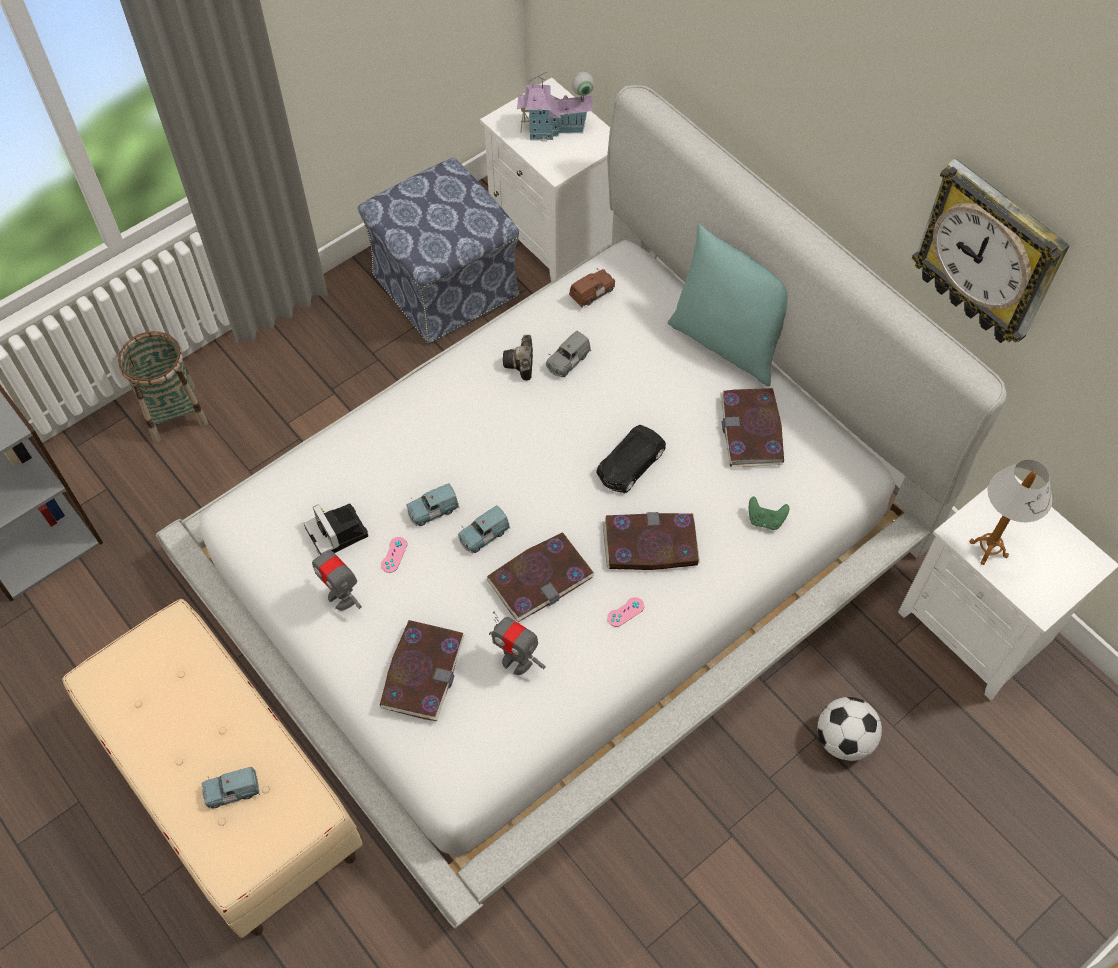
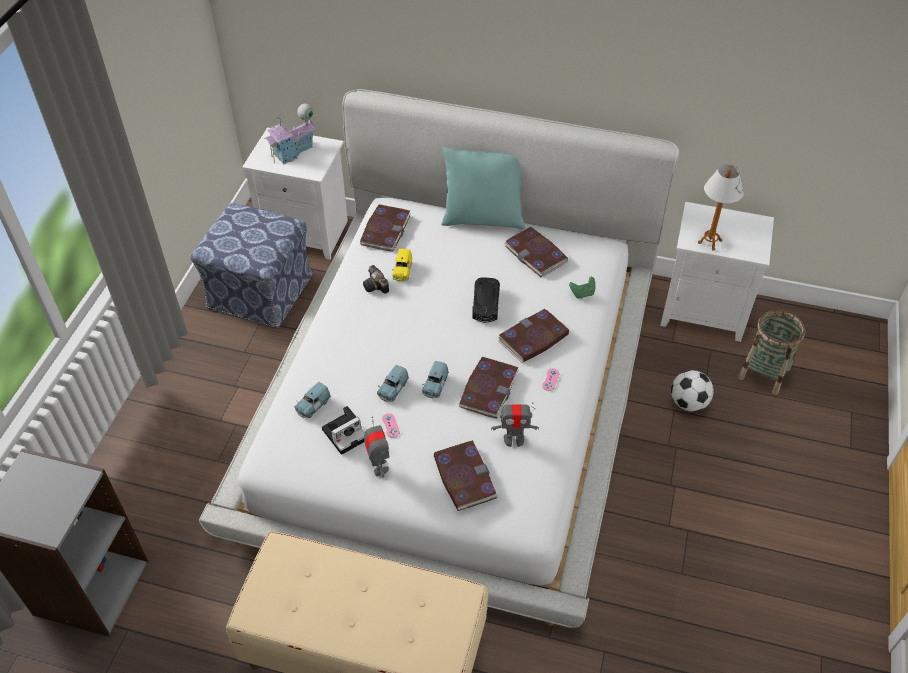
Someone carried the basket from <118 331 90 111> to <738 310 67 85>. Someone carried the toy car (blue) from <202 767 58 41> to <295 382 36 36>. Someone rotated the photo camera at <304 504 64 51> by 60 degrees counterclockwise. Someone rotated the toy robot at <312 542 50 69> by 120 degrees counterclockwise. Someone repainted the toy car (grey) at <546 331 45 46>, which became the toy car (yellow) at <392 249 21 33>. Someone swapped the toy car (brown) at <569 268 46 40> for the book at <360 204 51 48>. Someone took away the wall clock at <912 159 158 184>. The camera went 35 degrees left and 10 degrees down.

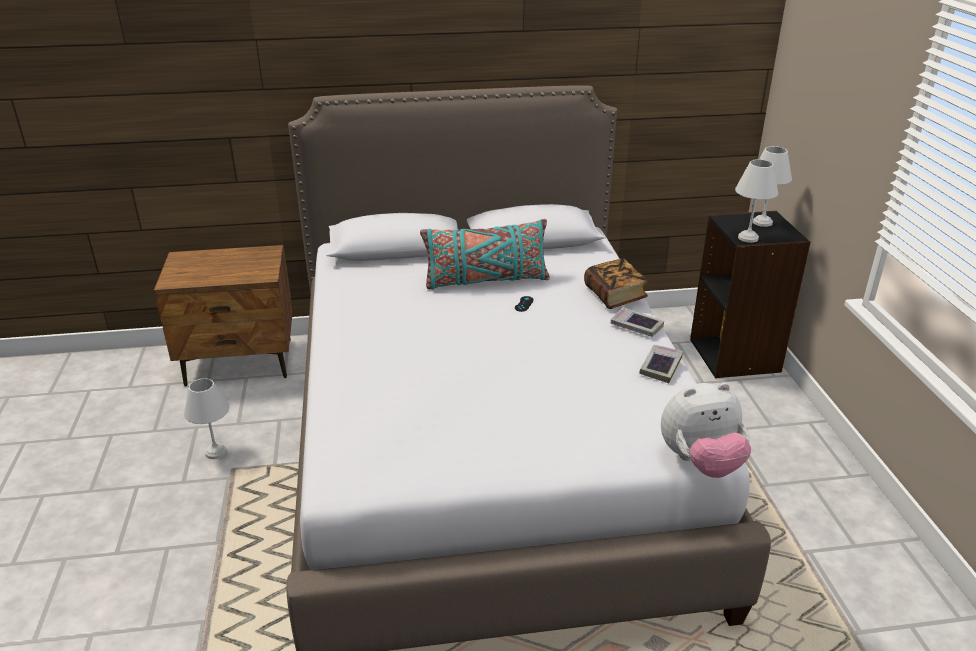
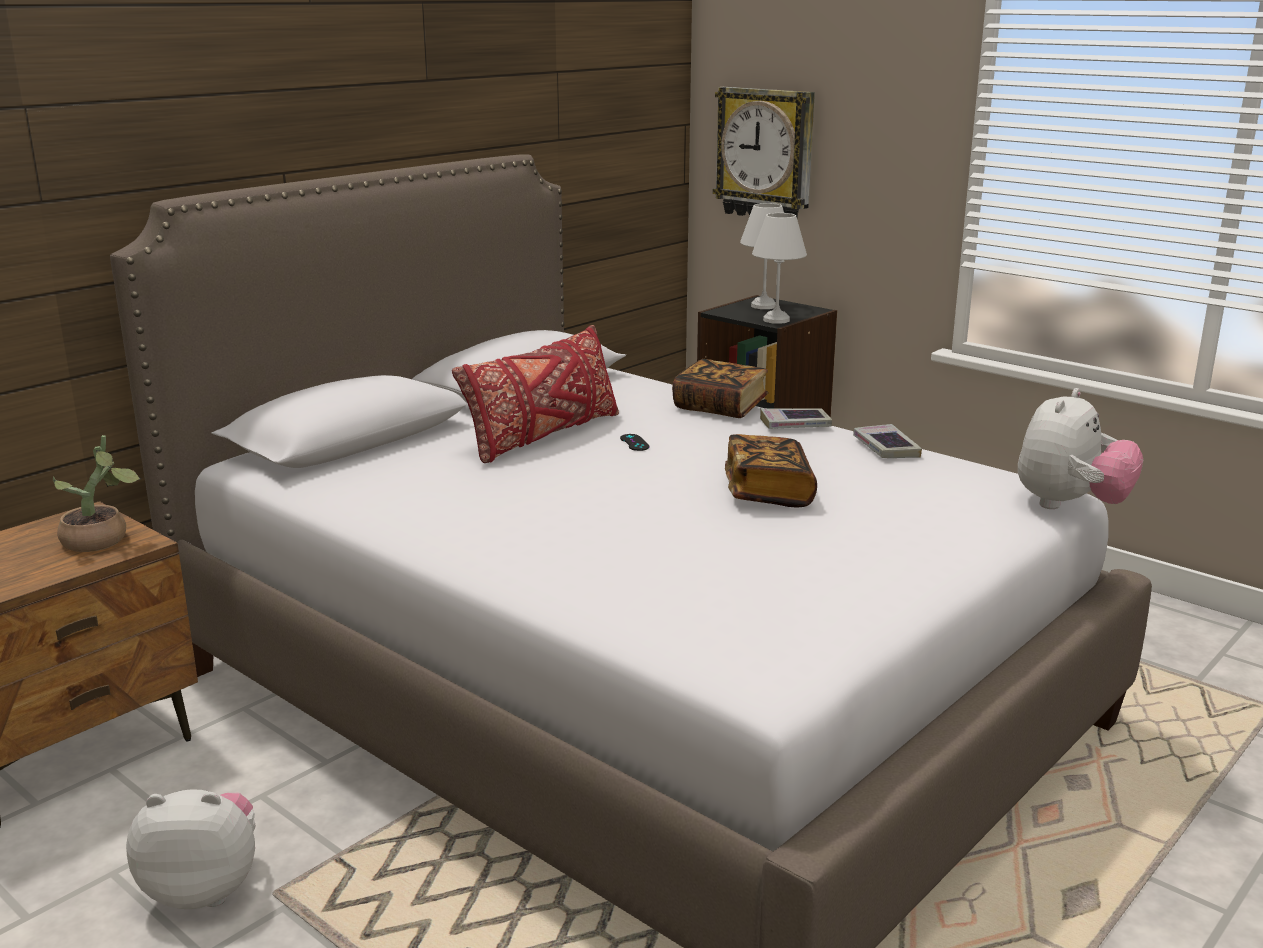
Someone swapped the table lamp (white) at <184 378 45 81> for the plush toy at <126 789 130 120>. Someone repainted the pillow (turquoise) at <420 219 130 71>, which became the pillow (red) at <452 325 167 138>. Someone put down the potted plant at <53 435 88 117>. Someone put up the wall clock at <713 87 102 130>. Someone put down the book at <725 434 92 73>. The camera went 40 degrees left and 10 degrees down.

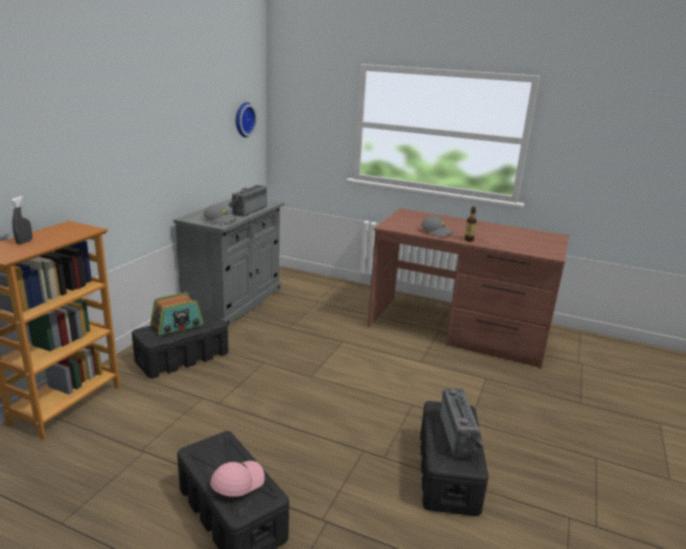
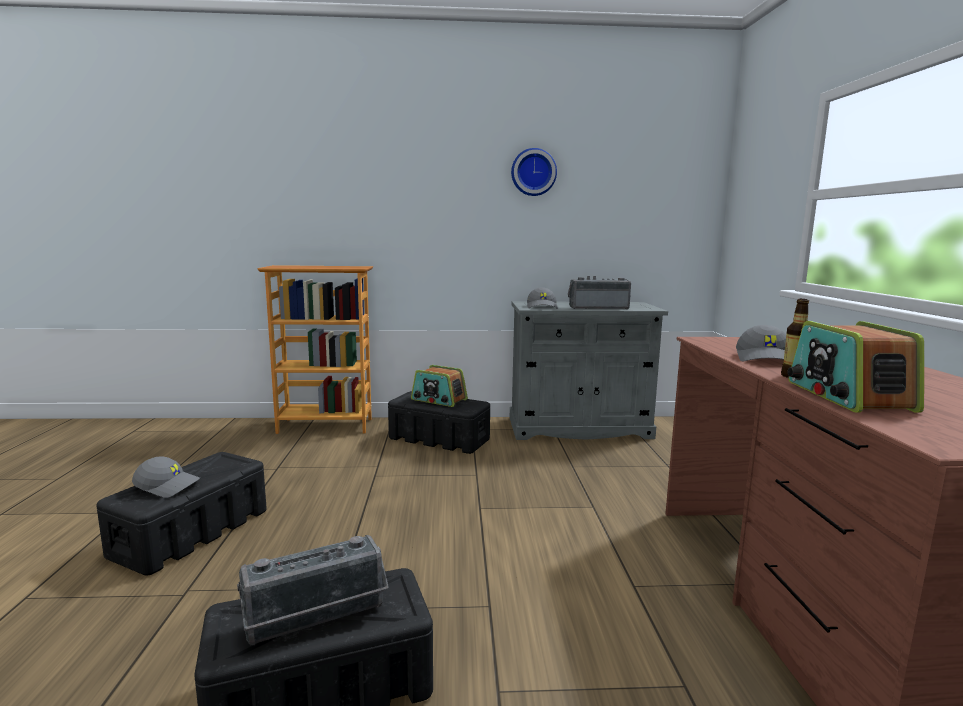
Someone took away the spray bottle (grey) at <11 196 21 49>. Someone repainted the cap (pink) at <210 461 55 36>, which became the cap (grey) at <132 457 68 41>. Someone carried the wall clock from <236 102 21 35> to <511 148 46 48>. Someone put down the radio at <788 321 136 92>. The camera went 65 degrees right and 10 degrees down.

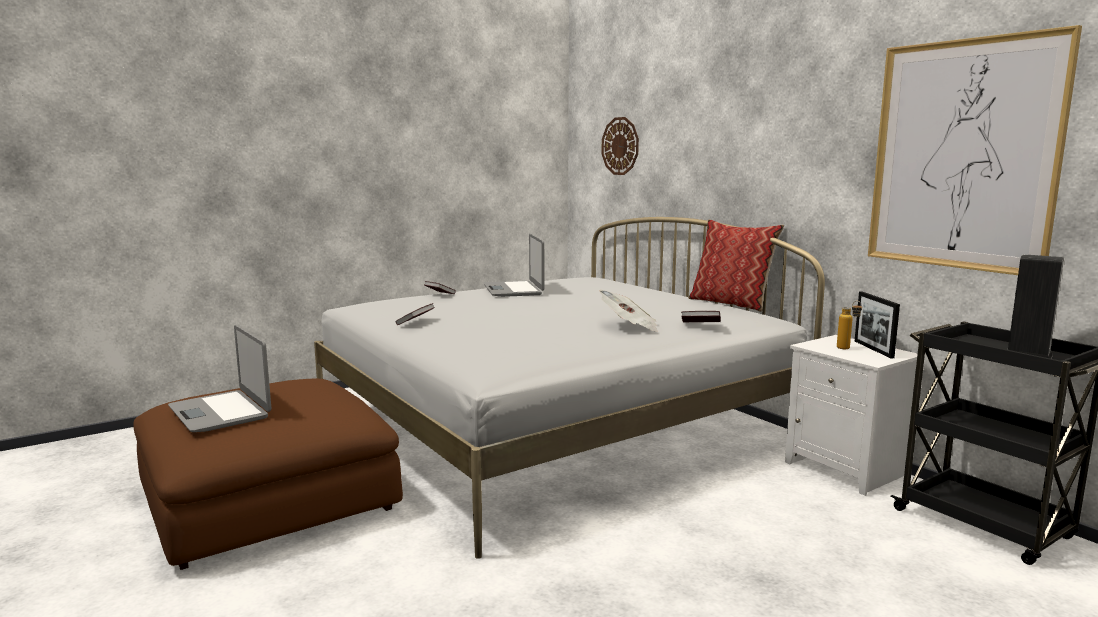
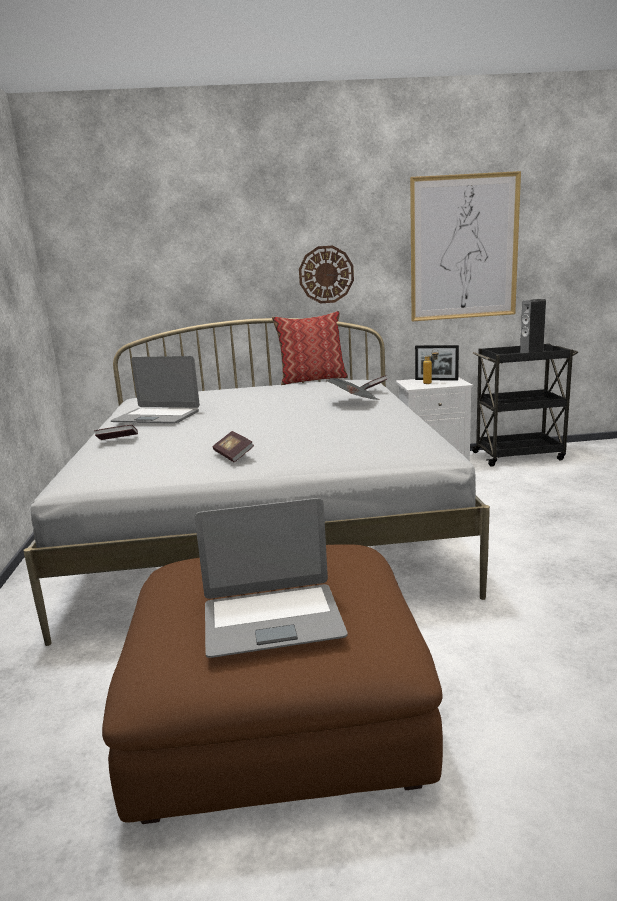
Someone carried the wall clock from <601 117 38 58> to <299 246 55 57>. The camera went 60 degrees left and 5 degrees up.

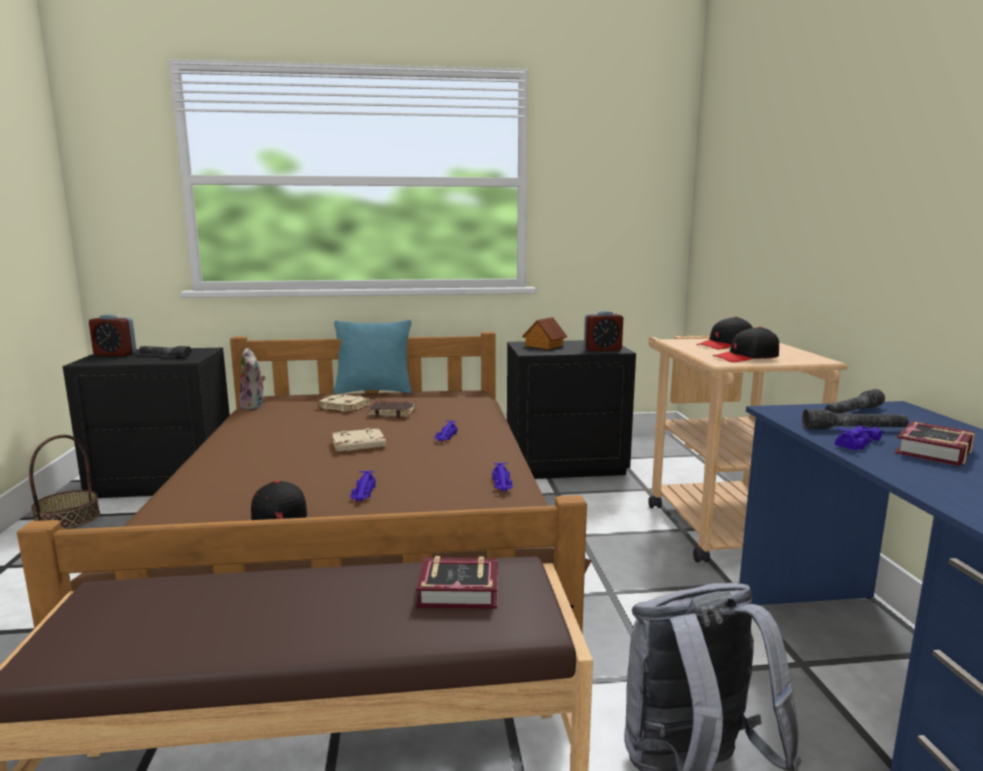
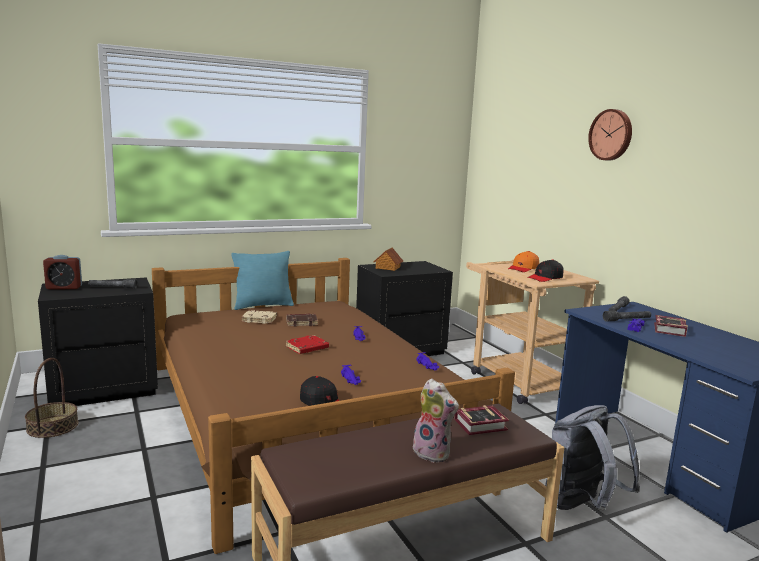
Someone carried the plush toy from <239 348 27 62> to <413 379 46 84>. Someone repainted the book (beige) at <332 428 54 24>, which became the book (red) at <285 335 44 19>. Someone took away the alarm clock at <584 311 39 40>. Someone repainted the cap (black) at <697 317 56 32>, which became the cap (orange) at <508 251 31 21>. Someone put up the wall clock at <588 109 44 51>. The camera went 20 degrees left and 0 degrees up.

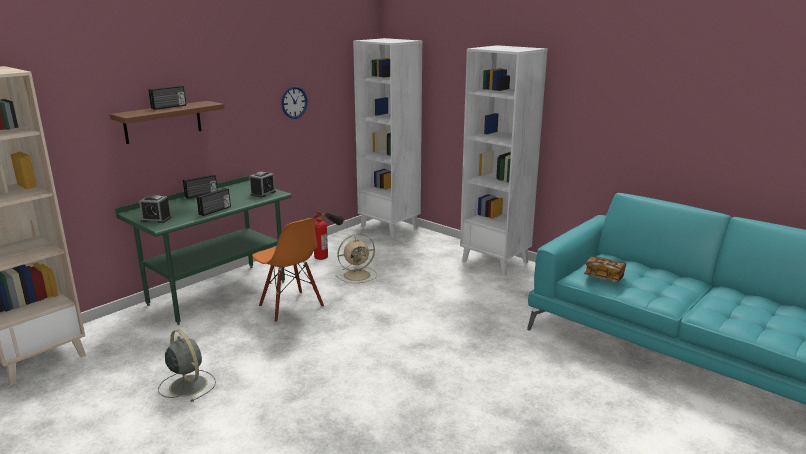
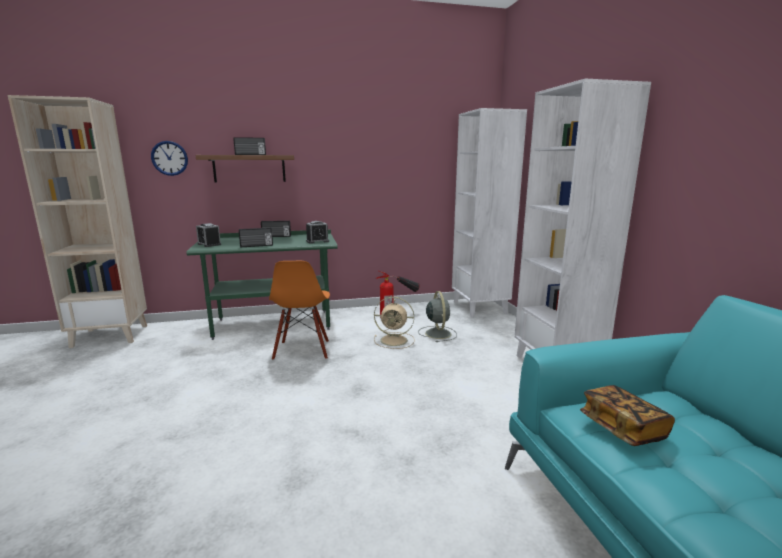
Someone carried the fan (grey) from <158 329 58 73> to <418 291 39 51>. Someone carried the wall clock from <281 86 26 33> to <151 141 37 35>. The camera went 35 degrees right and 5 degrees down.

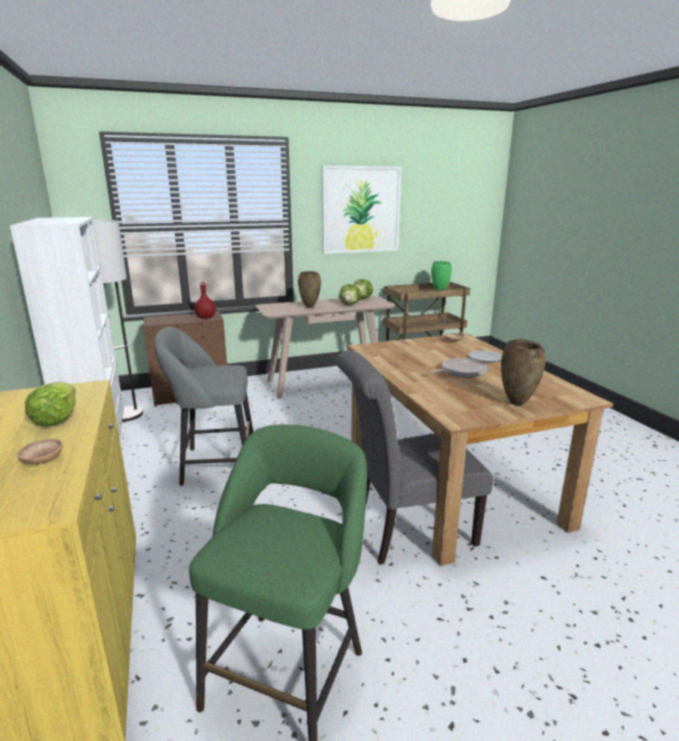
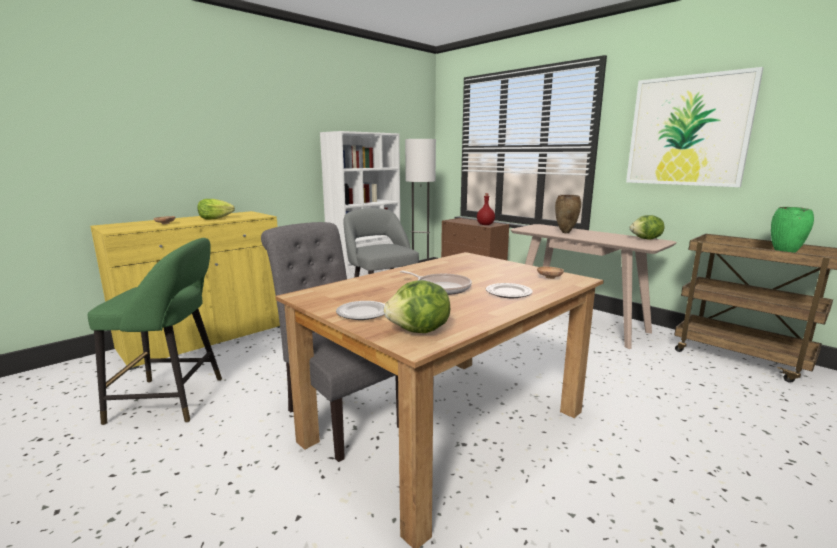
Someone carried the lettuce from <340 284 22 21> to <384 280 66 53>. Someone swapped the vase (brown) at <501 339 45 67> for the plate at <336 301 49 19>. The camera went 65 degrees right and 5 degrees down.

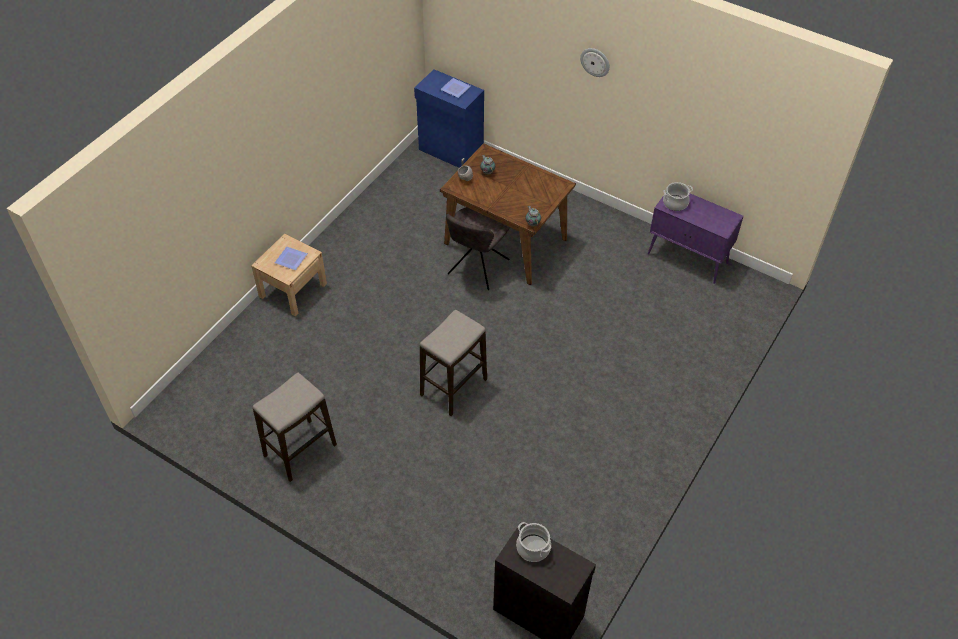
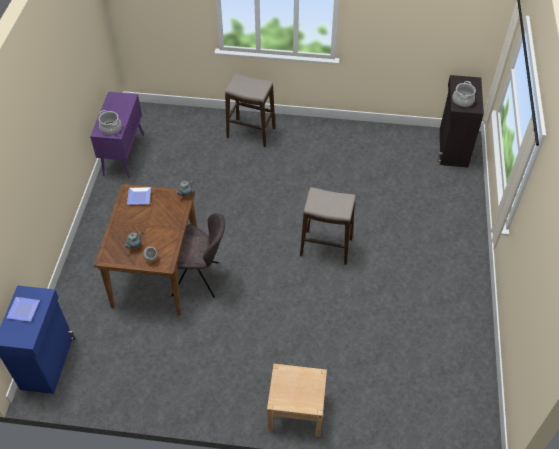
Someone carried the stool from <253 373 84 109> to <225 73 50 74>. Someone carried the plate from <274 247 34 23> to <127 187 24 18>. Someone took away the wall clock at <580 48 30 29>. The camera went 115 degrees left and 0 degrees up.

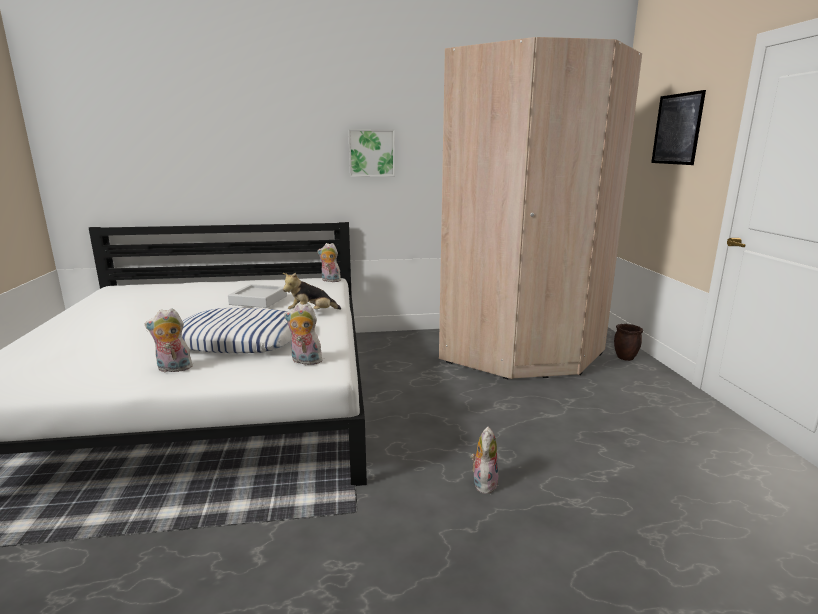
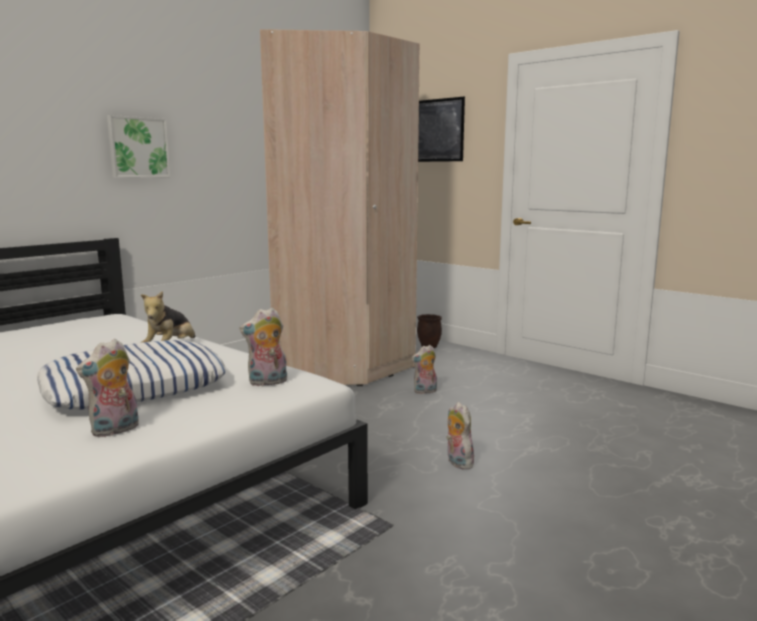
Someone took away the tray (grey) at <228 284 59 24>. Someone carried the plush toy from <318 243 23 39> to <411 345 26 49>. The camera went 40 degrees left and 5 degrees down.

